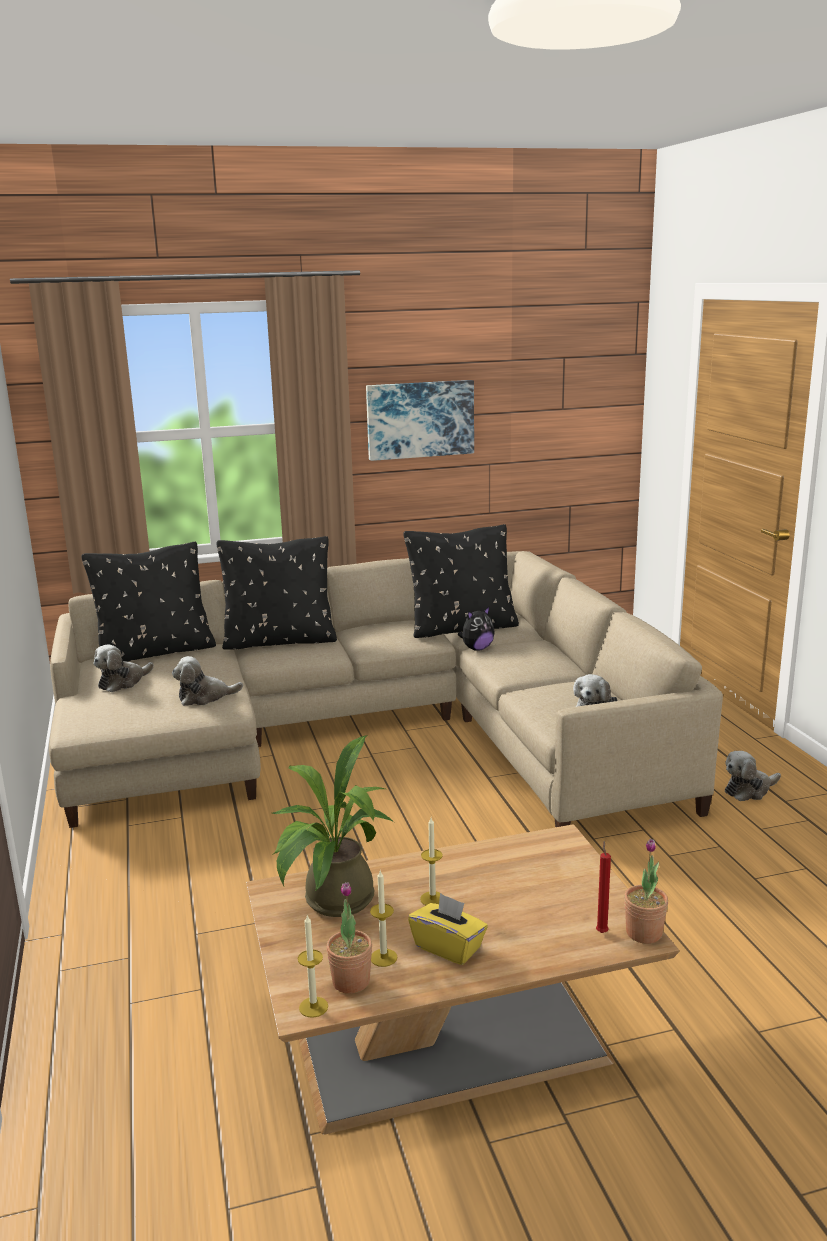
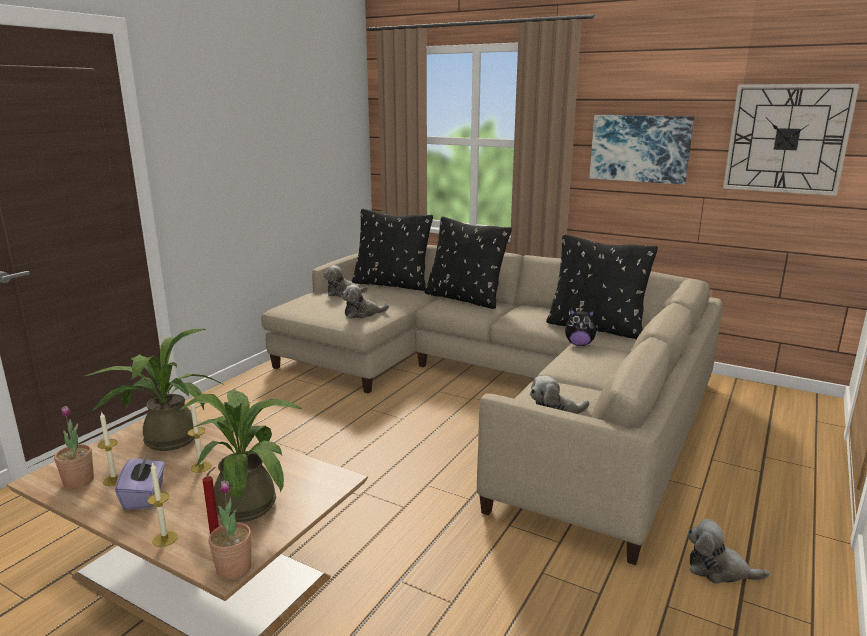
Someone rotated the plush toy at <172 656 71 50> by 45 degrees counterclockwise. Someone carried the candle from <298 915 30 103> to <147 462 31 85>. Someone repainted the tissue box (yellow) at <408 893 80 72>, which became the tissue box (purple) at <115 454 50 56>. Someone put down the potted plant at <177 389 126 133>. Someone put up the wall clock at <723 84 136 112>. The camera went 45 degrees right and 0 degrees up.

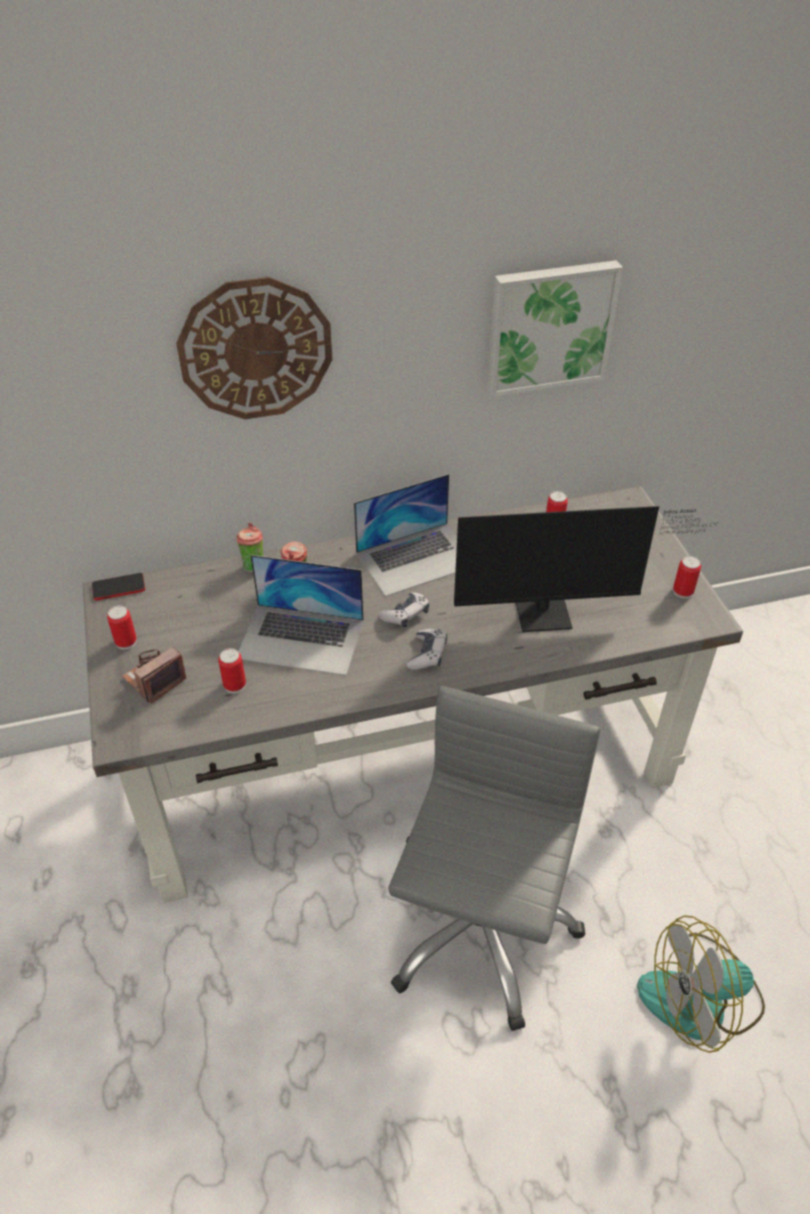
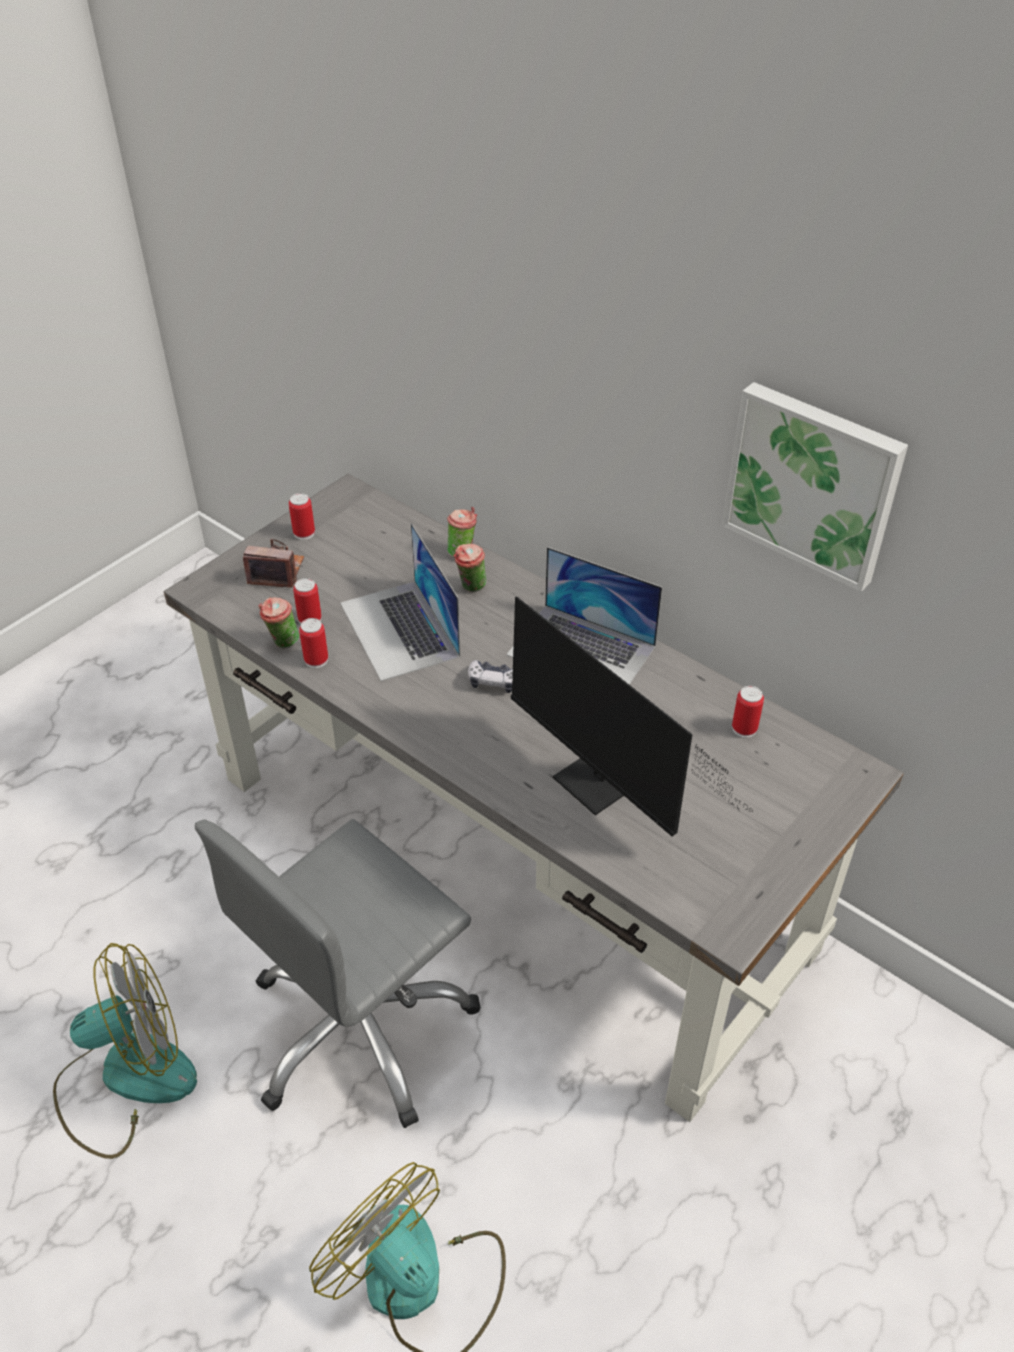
Someone took away the phone at <92 573 53 27>. Someone took away the wall clock at <176 277 156 142>. Someone rotated the office chair (grey) at <388 686 213 345> by 150 degrees clockwise. Someone took away the game controller at <407 629 40 41>. Someone carried the can from <673 556 28 43> to <299 618 29 50>. Someone put down the fan at <53 943 144 216>. Someone put down the cup at <259 597 40 52>. The camera went 55 degrees right and 0 degrees up.

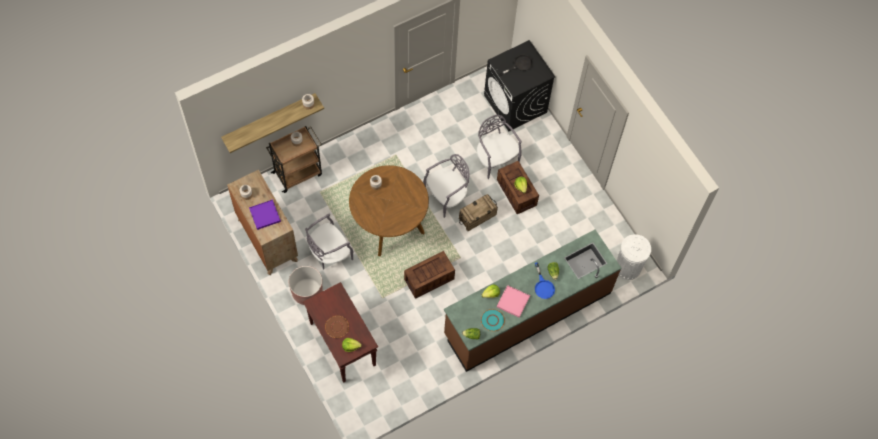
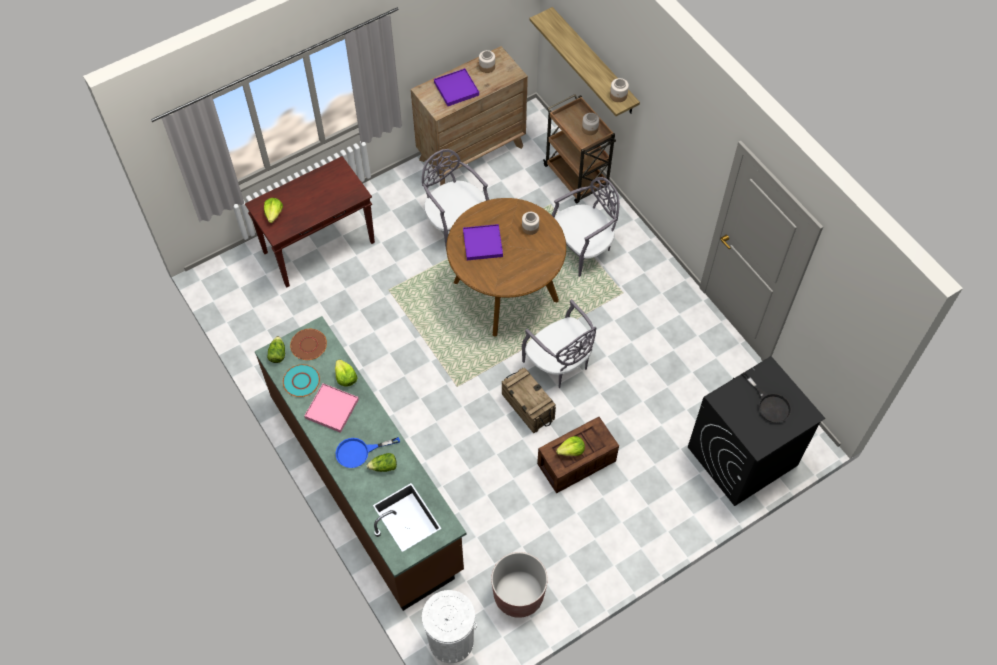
Someone carried the planter (brown) from <289 266 33 39> to <491 552 57 66>. Someone carried the plate (brown) from <325 316 24 22> to <290 329 37 31>. Someone took away the crate at <404 251 51 48>. Someone carried the chair (grey) from <477 115 45 64> to <552 177 68 100>. Someone put down the tray (purple) at <463 224 40 36>. The camera went 90 degrees right and 5 degrees down.

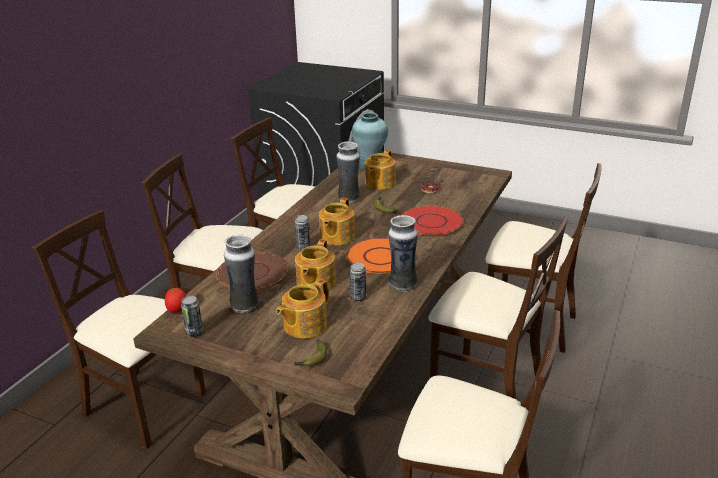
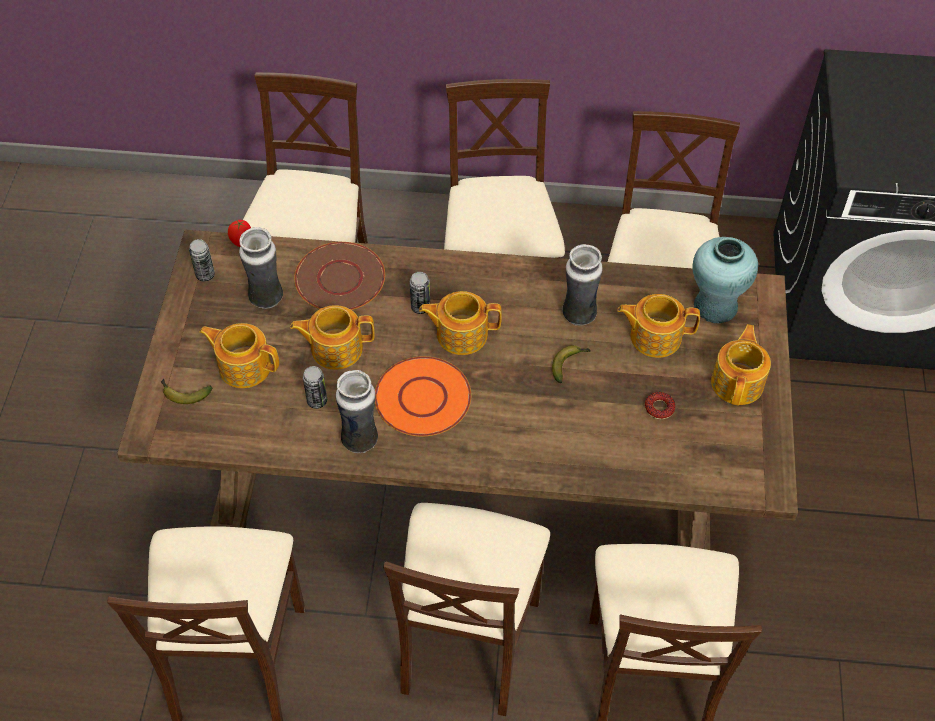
Someone took away the plate (red) at <402 205 62 31>. Someone put down the teapot at <711 324 60 82>. The camera went 70 degrees right and 25 degrees up.

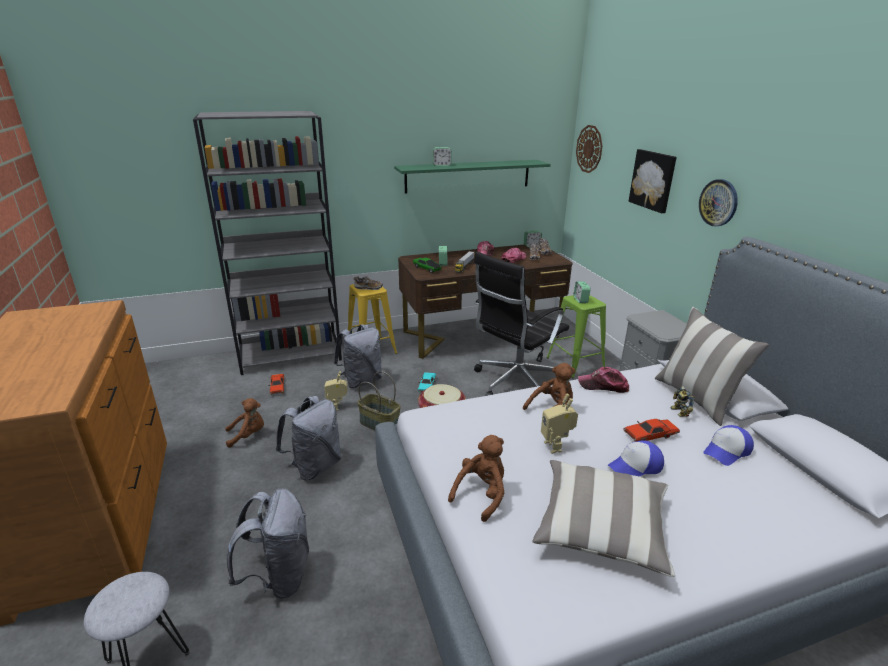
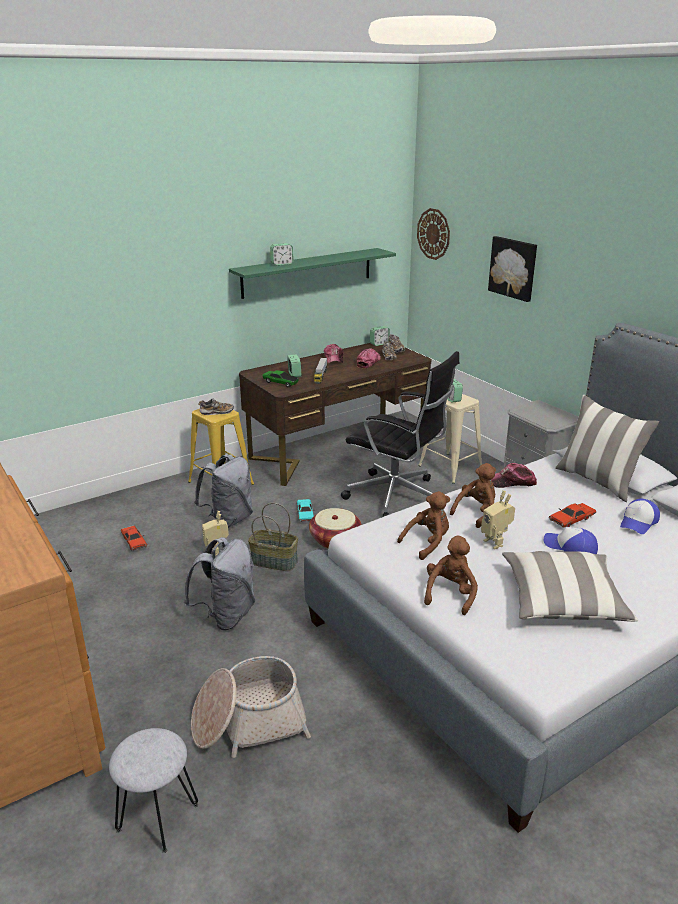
Someone took away the bookcase (grey) at <193 111 149 264>. Someone carried the plush toy (brown) from <225 398 39 50> to <397 491 53 69>. Someone swapped the backpack (grey) at <227 489 82 110> for the basket at <191 656 120 102>. Someone rotated the office chair (black) at <474 251 95 145> by 90 degrees counterclockwise. Someone repainted the stool (green) at <546 295 60 84>, which became the stool (beige) at <418 394 64 90>. Someone rotated the cap at <608 440 56 36> by 75 degrees clockwise. Someone took away the toy robot at <671 386 24 31>. Someone took away the wall clock at <699 179 39 47>. The camera went 15 degrees left and 0 degrees up.

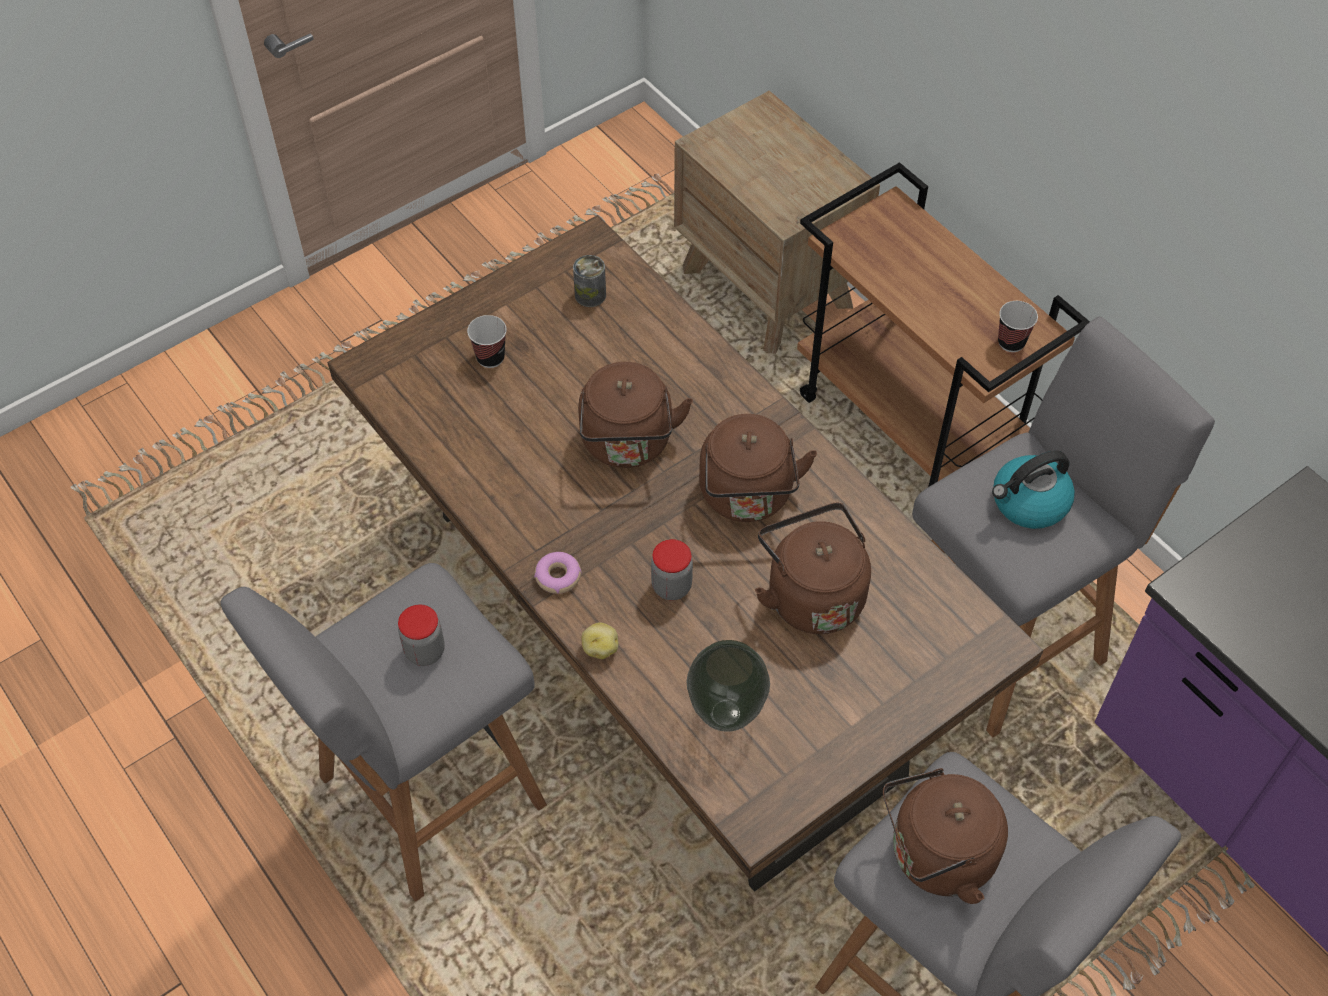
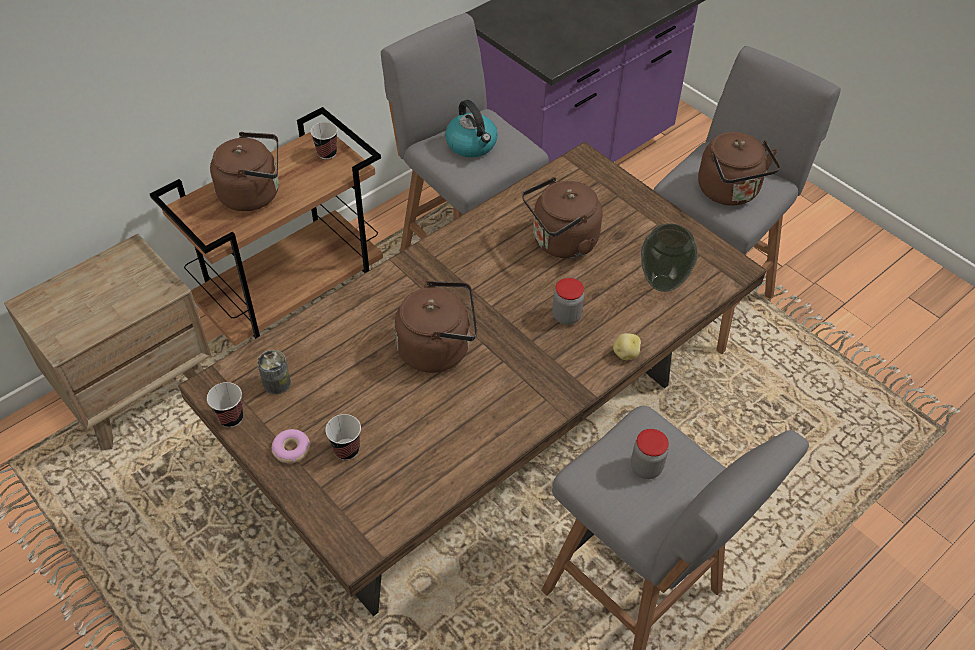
Someone carried the donut from <534 552 48 42> to <272 429 39 34>. Someone carried the kettle (brown) from <699 414 118 108> to <210 132 69 79>. Someone put down the cup at <207 382 36 46>. The camera went 95 degrees left and 5 degrees down.

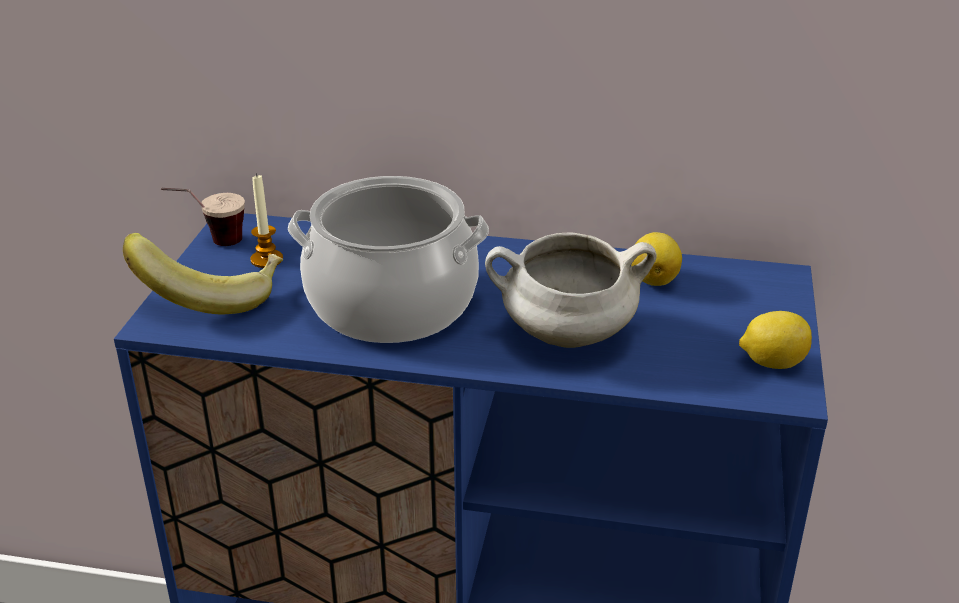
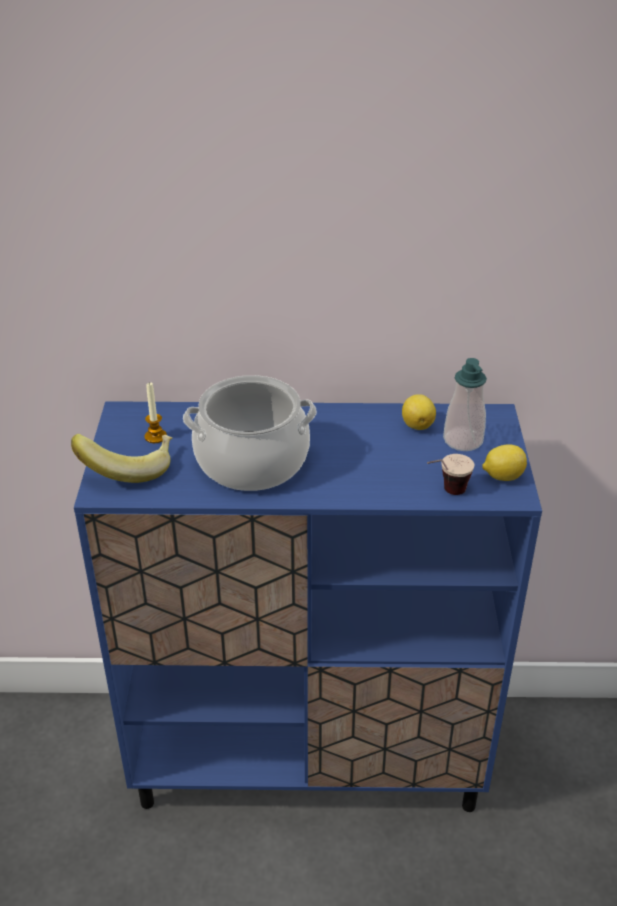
Someone carried the cup from <161 188 84 58> to <427 454 47 41>. Someone took away the cooking pot (white) at <485 232 172 116>. Someone put down the soap dispenser at <443 358 44 93>. The camera went 10 degrees left and 5 degrees up.

